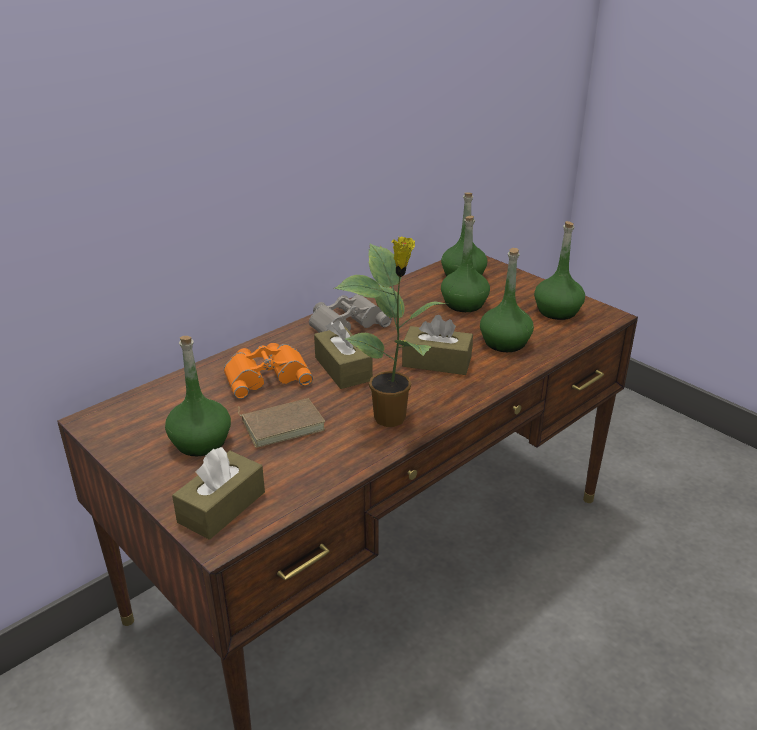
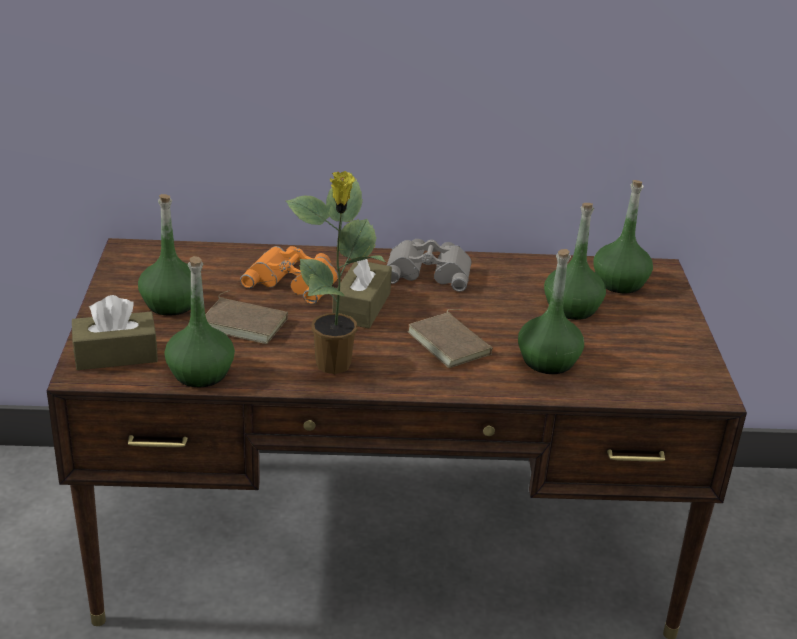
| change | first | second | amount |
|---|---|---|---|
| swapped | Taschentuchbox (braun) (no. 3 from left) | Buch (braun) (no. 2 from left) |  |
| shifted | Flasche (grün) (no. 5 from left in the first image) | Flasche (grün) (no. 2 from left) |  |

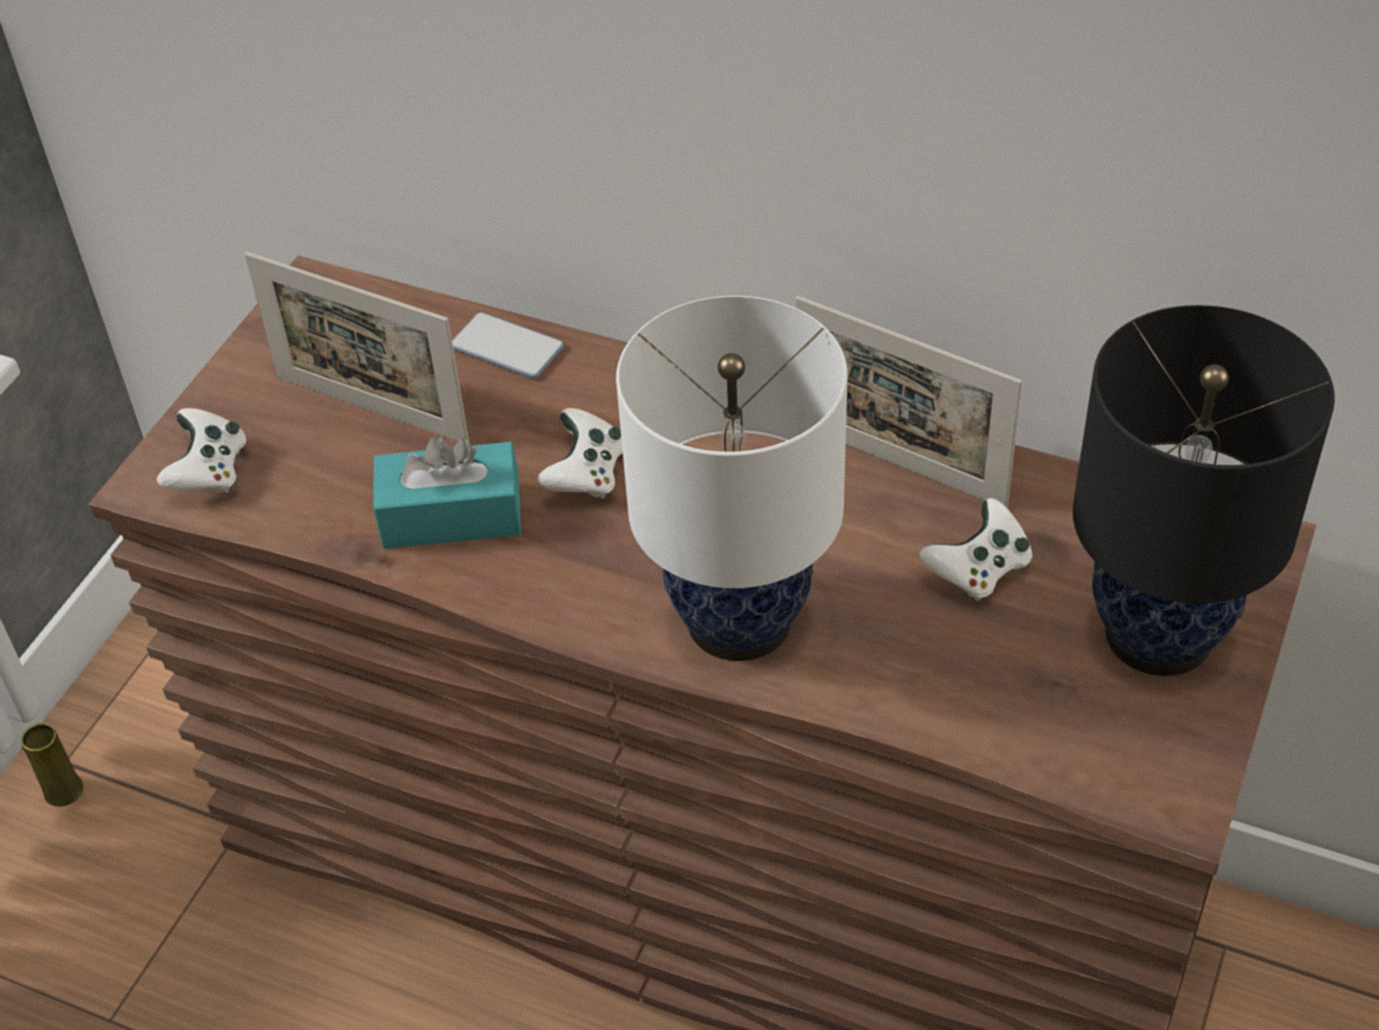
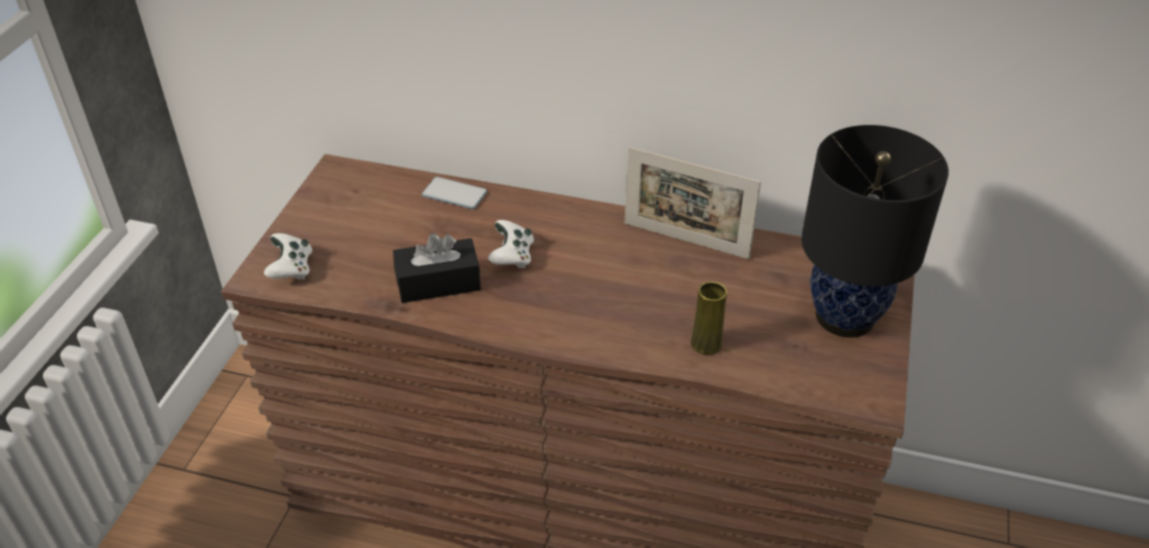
| change | first | second | amount |
|---|---|---|---|
| shifted | Vase (gelb) |  |  |
| gone | Bilderrahmen (no. 1 from left) |  |  |
| repainted | Taschentuchbox (türkis) | Taschentuchbox (schwarz) |  |
| gone | Tischlampe (weiß) |  |  |
| gone | Gamepad (weiß) (no. 3 from left) |  |  |

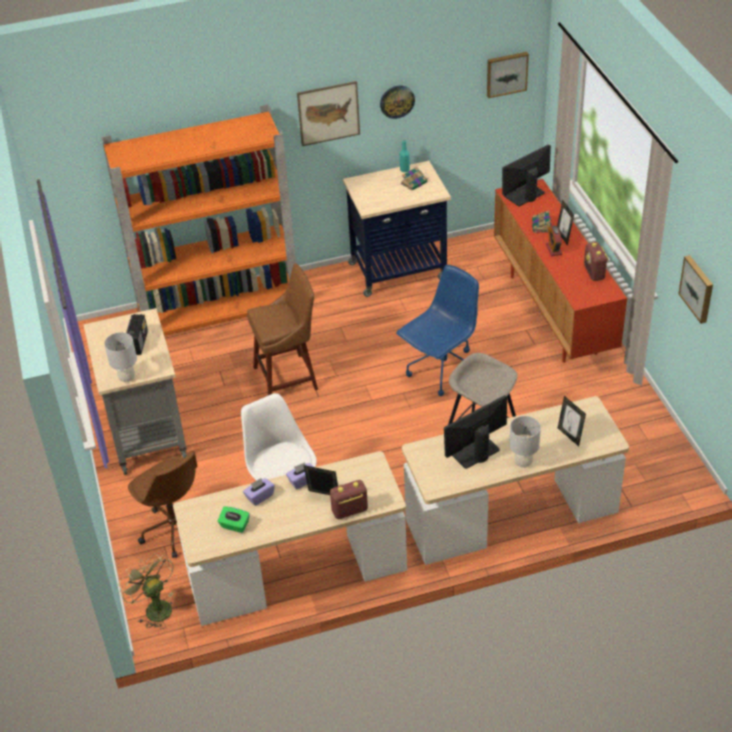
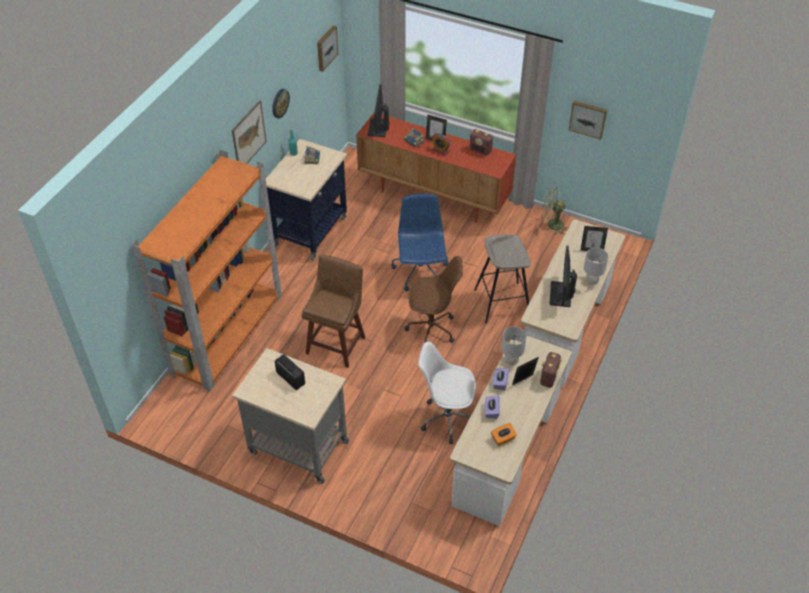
| change | first | second | amount |
|---|---|---|---|
| shifted | Tischlampe (grau) (no. 1 from left) |  |  |
| shifted | Ventilator (grün) |  |  |
| shifted | Bürostuhl (braun) |  |  |
| repainted | Taschentuchbox (grün) | Taschentuchbox (orange) |  |

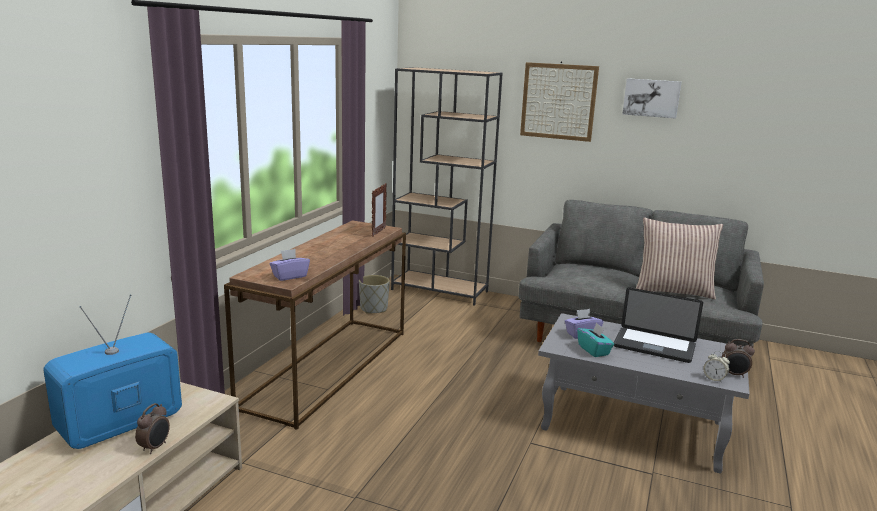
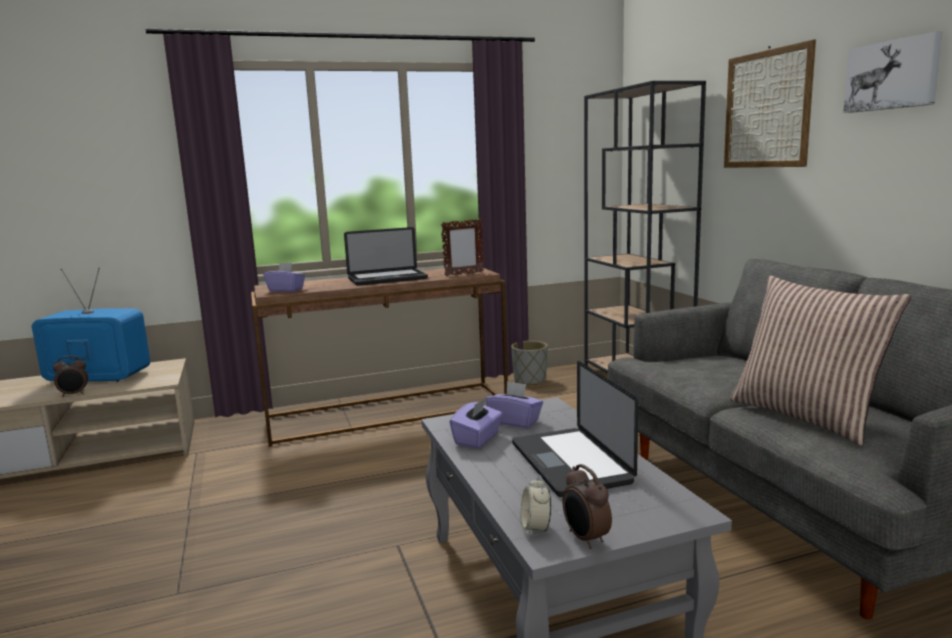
| change | first | second | amount |
|---|---|---|---|
| repainted | Taschentuchbox (türkis) | Taschentuchbox (lila) (no. 2 from left) |  |
| new |  | Laptop (no. 1 from left) |  |

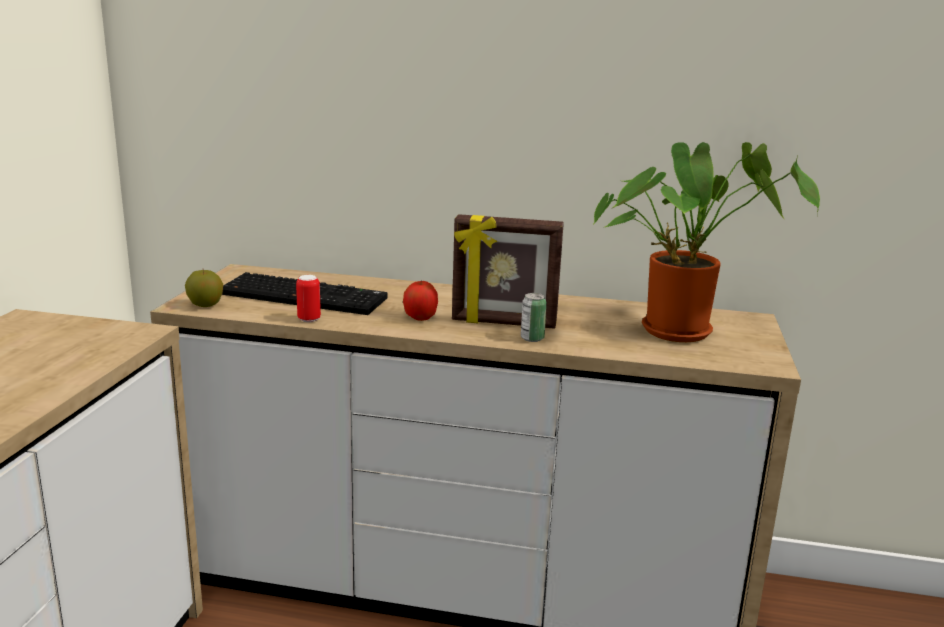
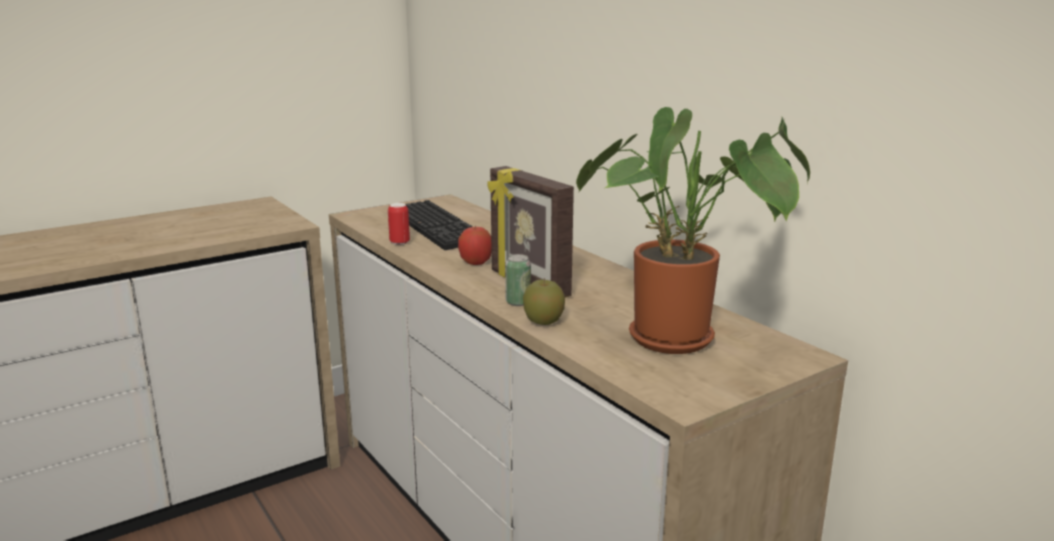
| change | first | second | amount |
|---|---|---|---|
| shifted | Apfel (no. 1 from left in the first image) | Apfel (no. 2 from left) |  |

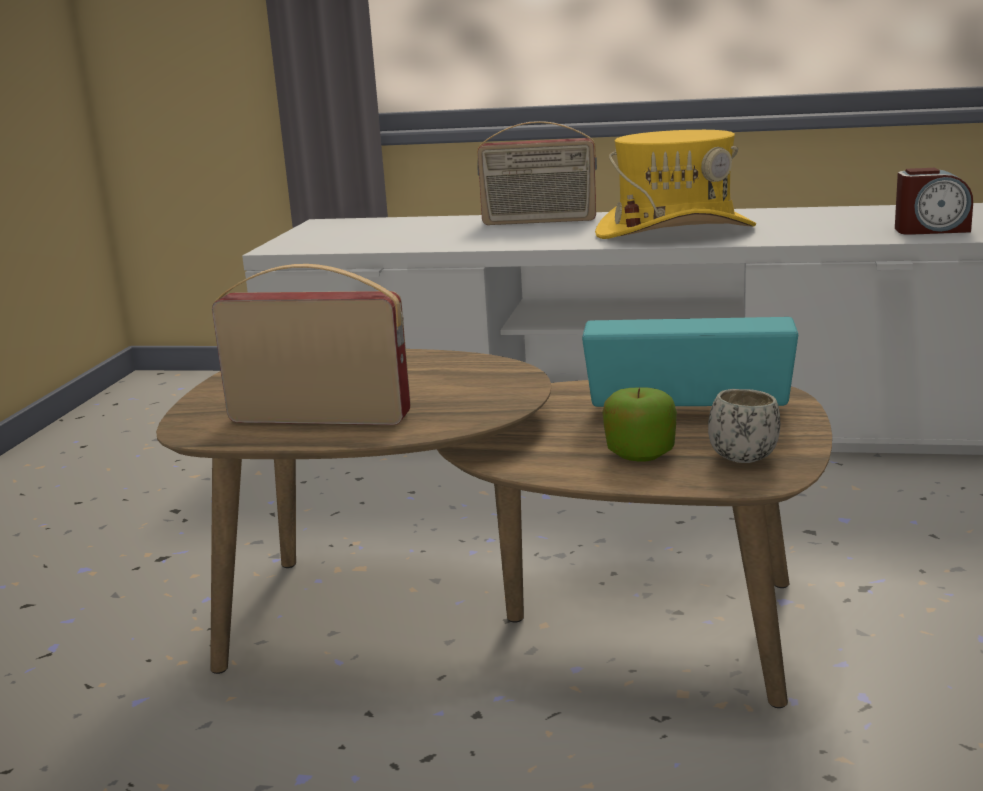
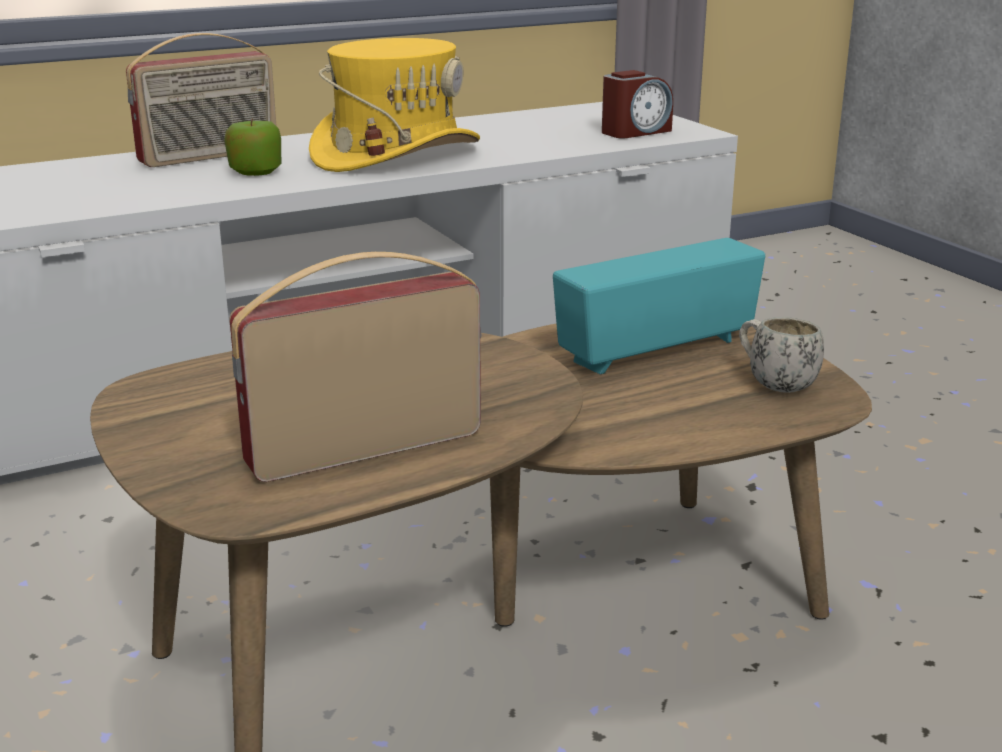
| change | first | second | amount |
|---|---|---|---|
| shifted | Apfel |  |  |

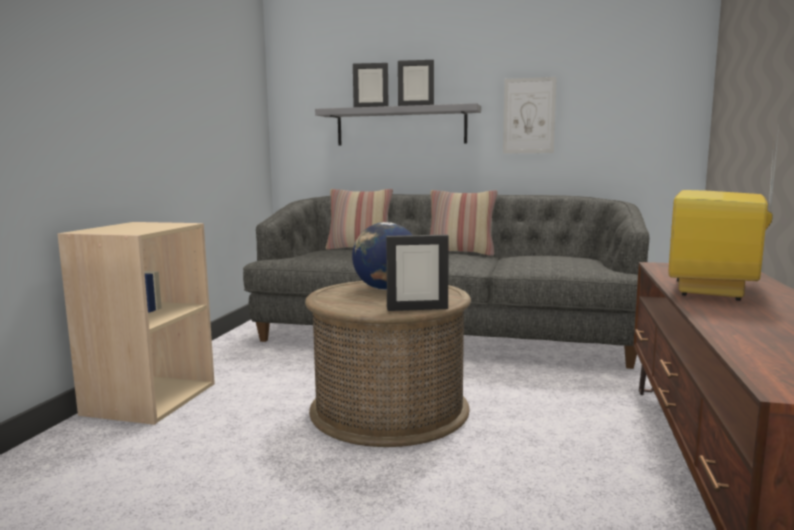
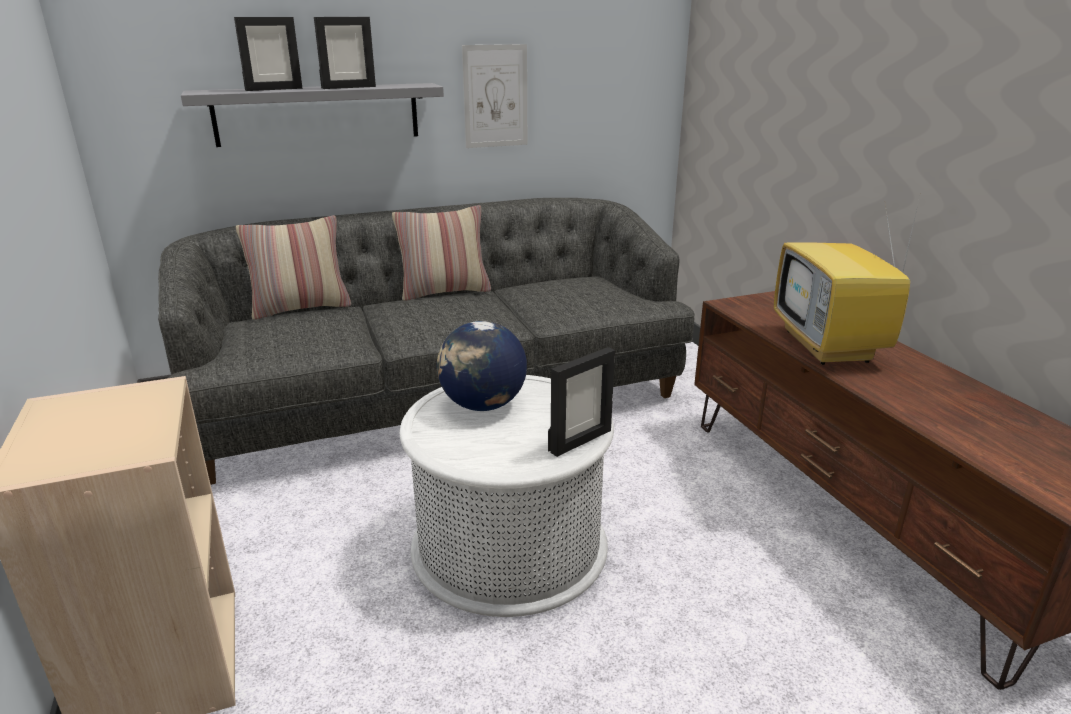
| change | first | second | amount |
|---|---|---|---|
| repainted | Couchtisch (braun) | Couchtisch (weiß) |  |

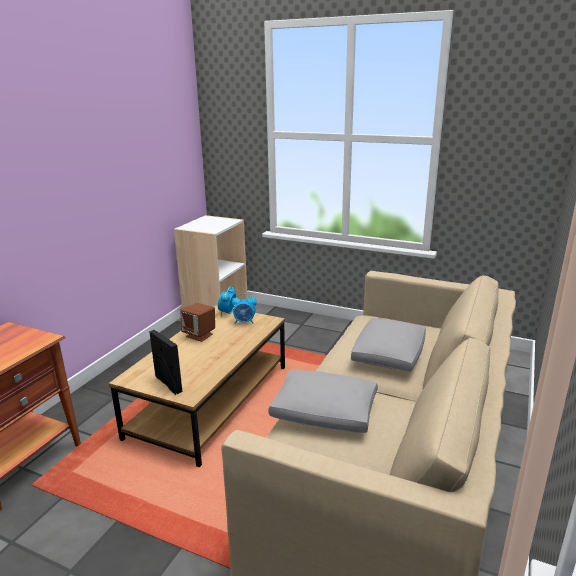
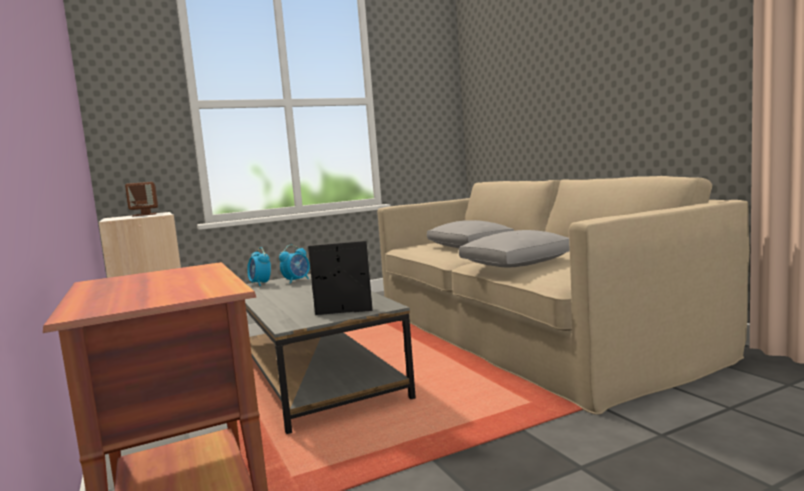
| change | first | second | amount |
|---|---|---|---|
| repainted | Couchtisch (braun) | Couchtisch (grau) |  |
| shifted | Lautsprecher (braun) |  |  |

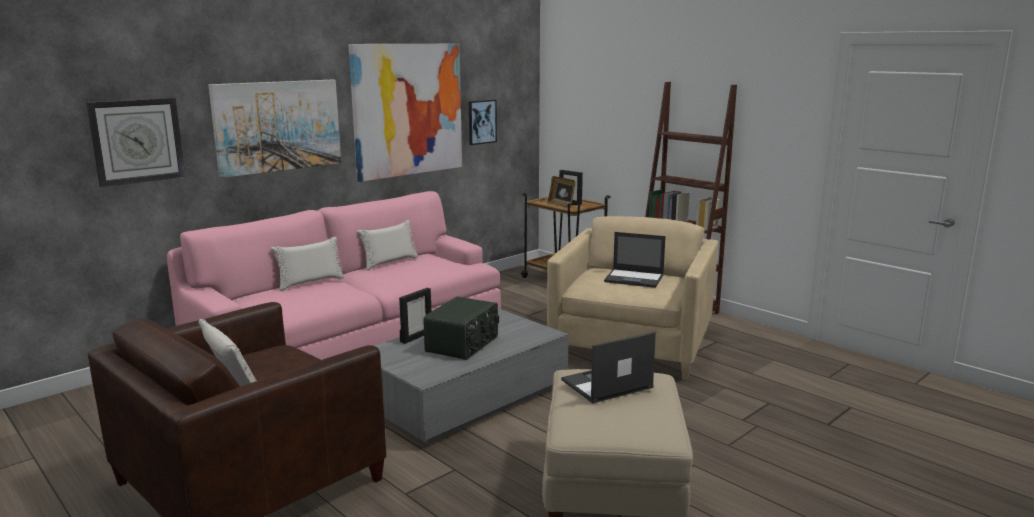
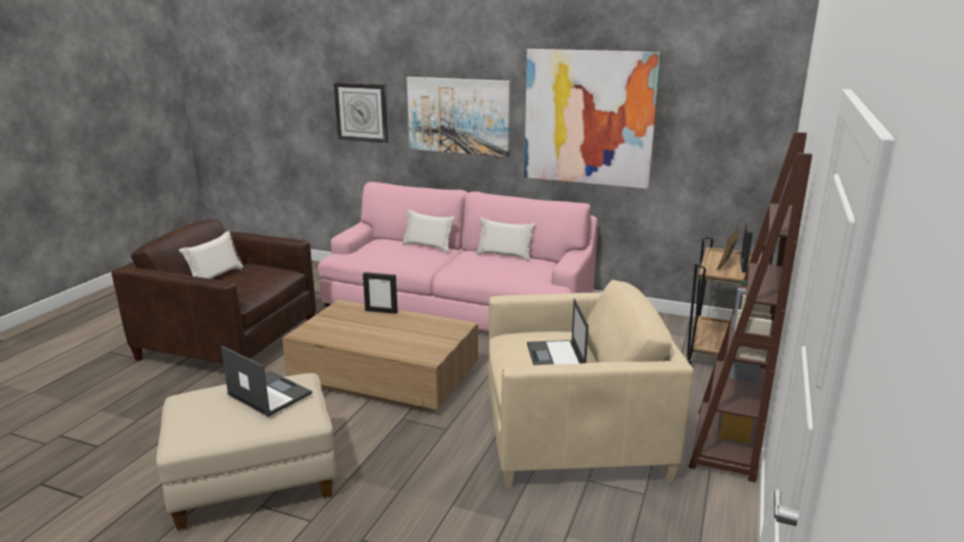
| change | first | second | amount |
|---|---|---|---|
| repainted | Couchtisch (grau) | Couchtisch (braun) |  |
| gone | Radio |  |  |
| gone | Bild (no. 3 from left) |  |  |

